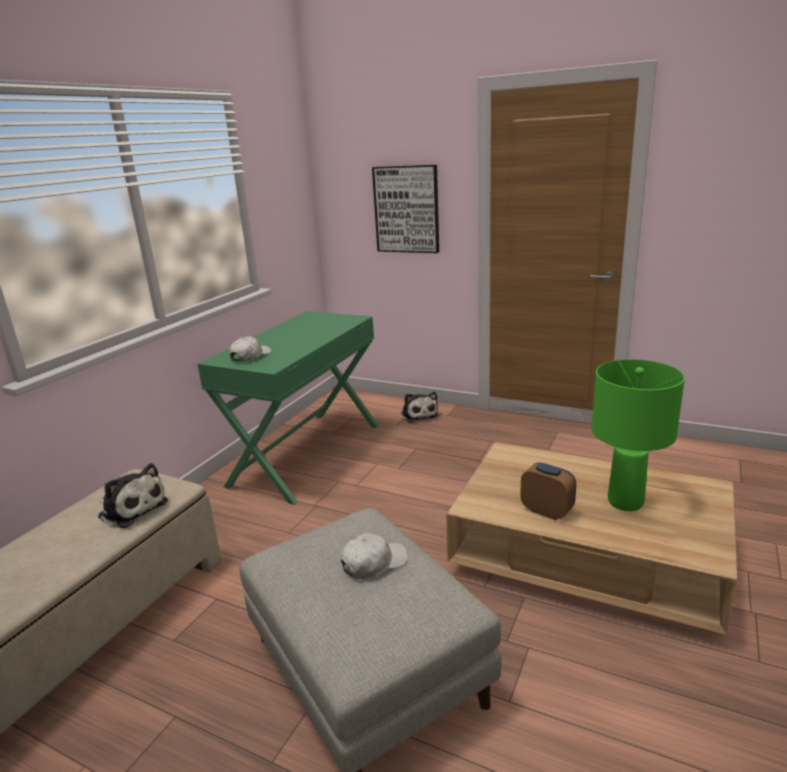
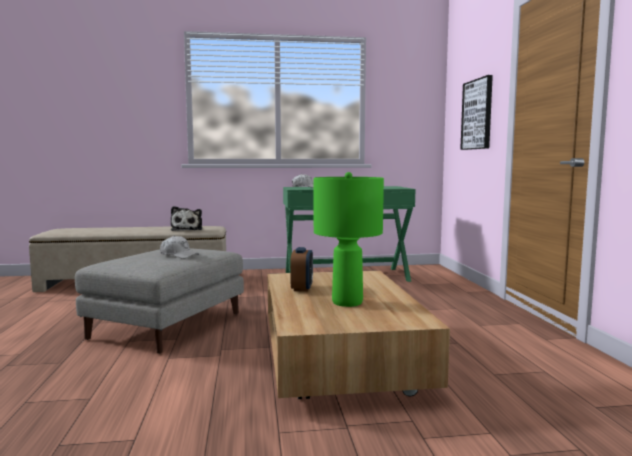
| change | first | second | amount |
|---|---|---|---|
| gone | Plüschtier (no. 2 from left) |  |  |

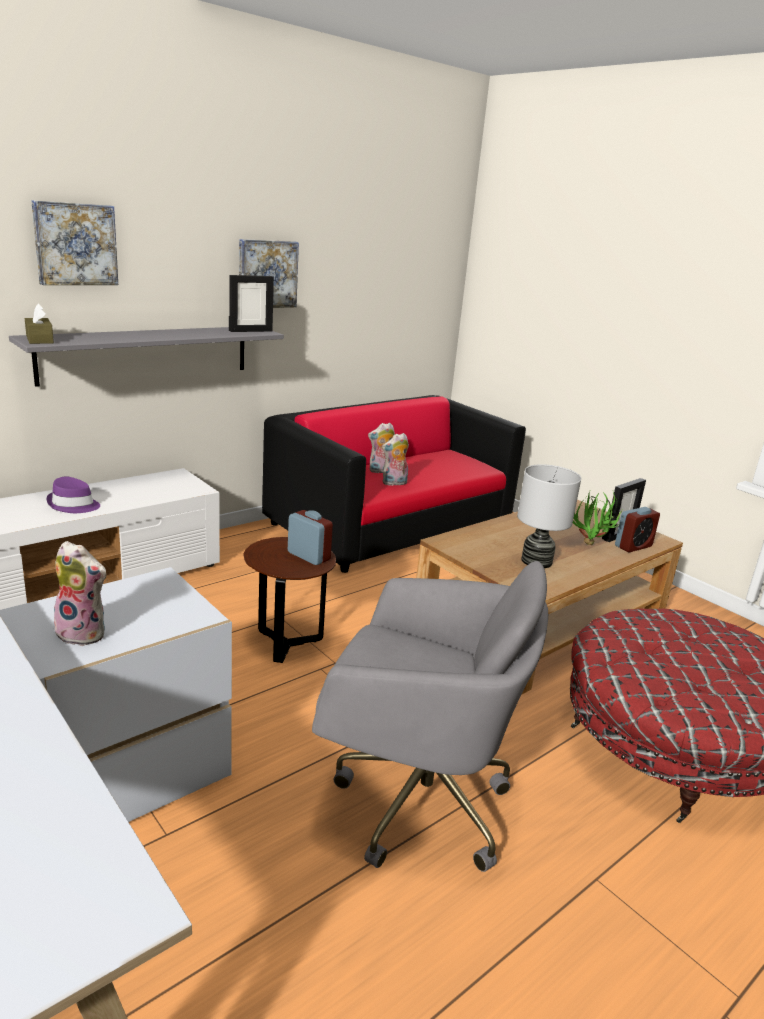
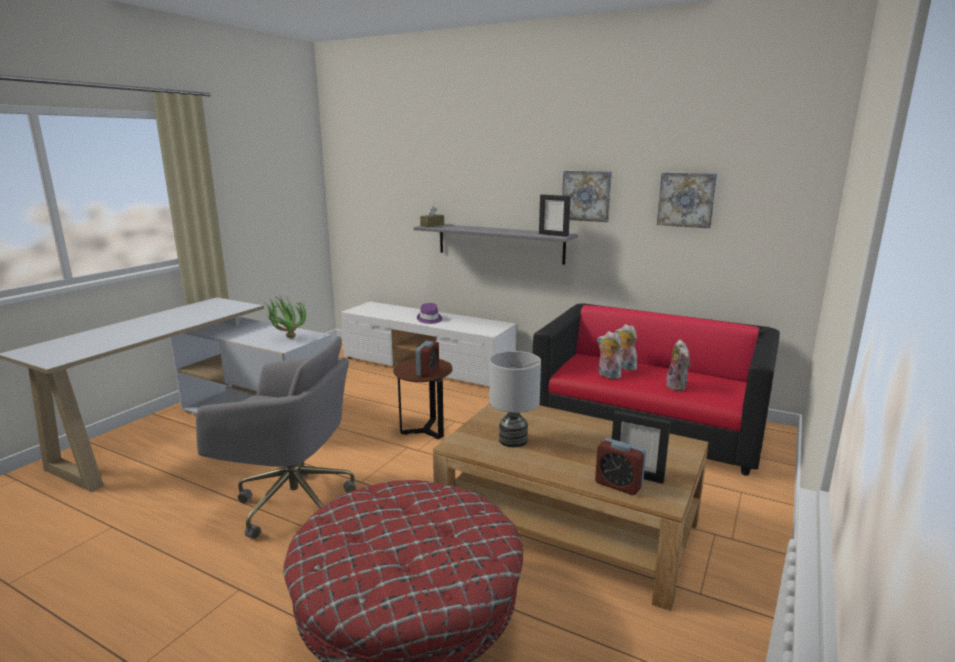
| change | first | second | amount |
|---|---|---|---|
| shifted | Bild (no. 1 from left in the first image) | Bild (no. 2 from left) |  |
| shifted | Plüschtier (no. 1 from left in the first image) | Plüschtier (no. 3 from left) |  |
| rotated | Bürostuhl (grau) |  | 75 degrees counterclockwise |
| shifted | Topfpflanze |  |  |

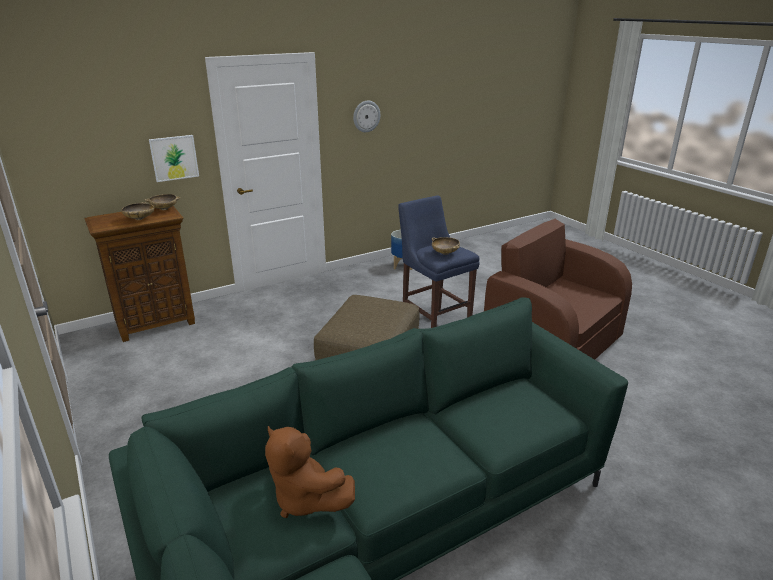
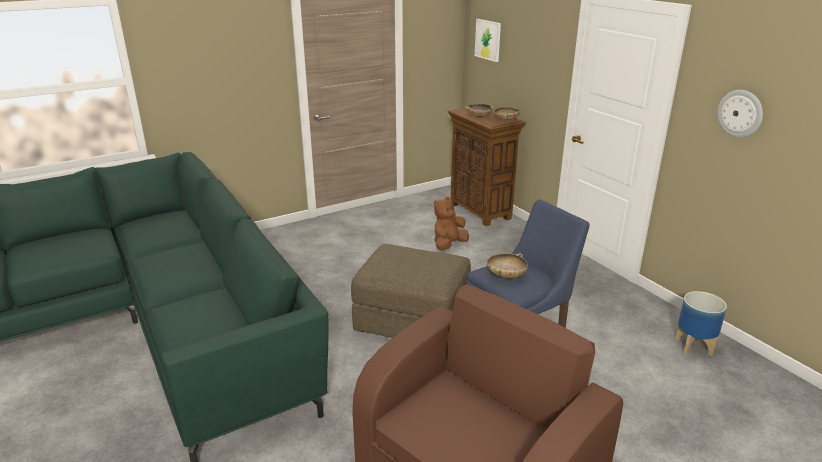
| change | first | second | amount |
|---|---|---|---|
| shifted | Bild |  |  |
| shifted | Plüschtier (braun) |  |  |

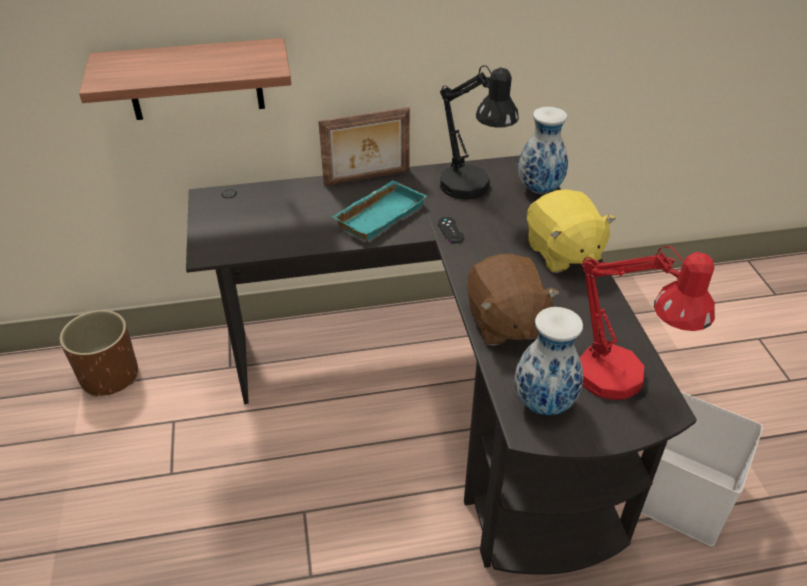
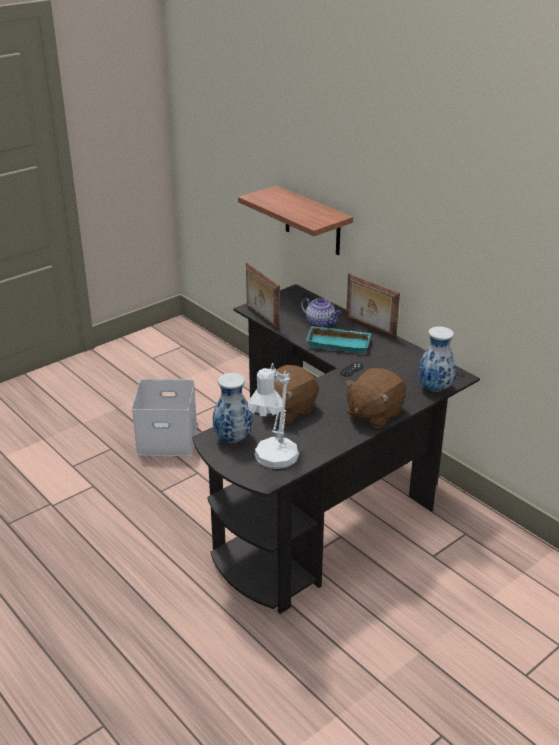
| change | first | second | amount |
|---|---|---|---|
| gone | Pflanzkübel (braun) |  |  |
| gone | Tischlampe (schwarz) |  |  |
| repainted | Plüschtier (gelb) | Plüschtier (braun) (no. 2 from left) |  |
| repainted | Tischlampe (rot) | Tischlampe (weiß) |  |
| shifted | Aufbewahrungsbox (weiß) |  |  |
| new |  | Bilderrahmen (no. 1 from left) |  |
| new |  | Teekanne |  |

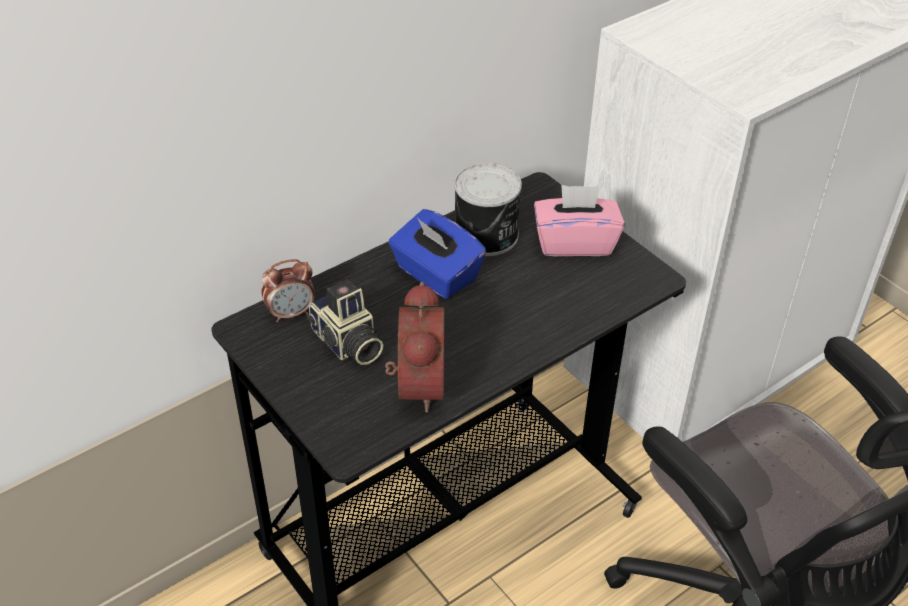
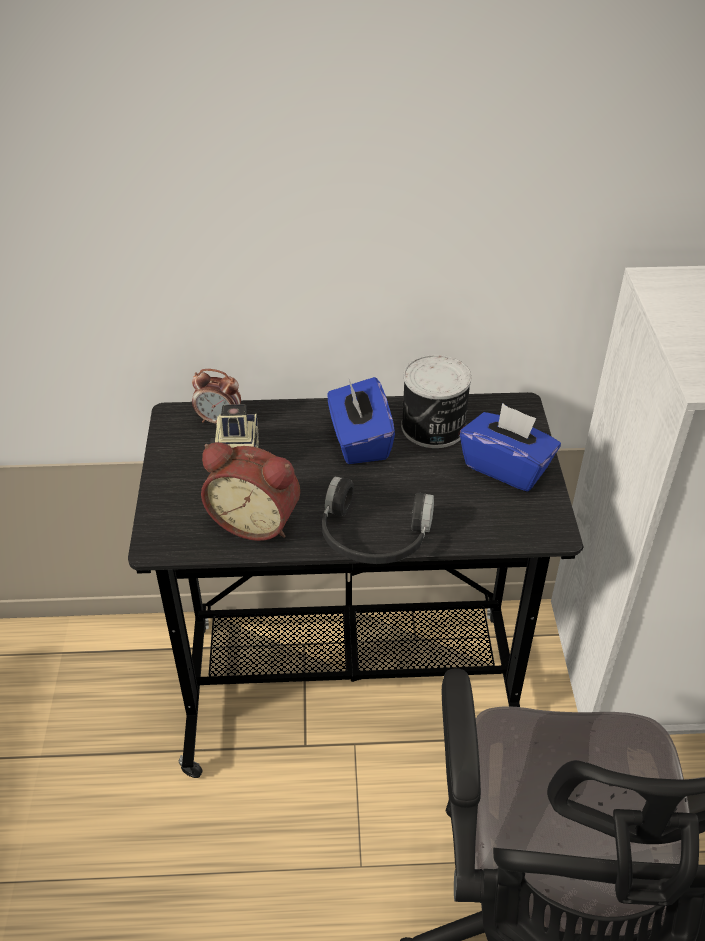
| change | first | second | amount |
|---|---|---|---|
| rotated | Wecker (no. 2 from left) |  | 75 degrees clockwise |
| repainted | Taschentuchbox (rosa) | Taschentuchbox (blau) (no. 2 from left) |  |
| new |  | Kopfhörer (schwarz) |  |

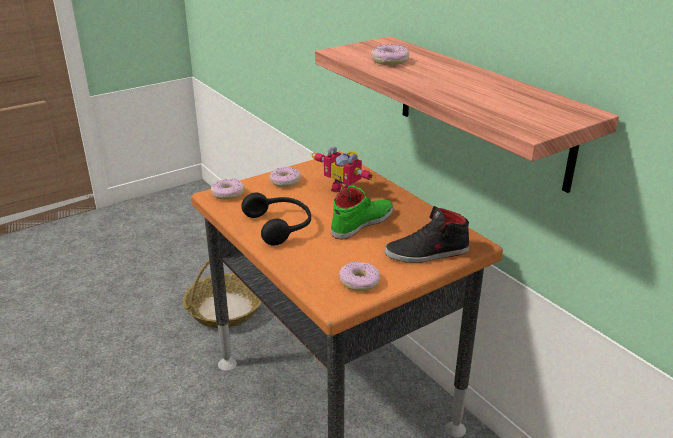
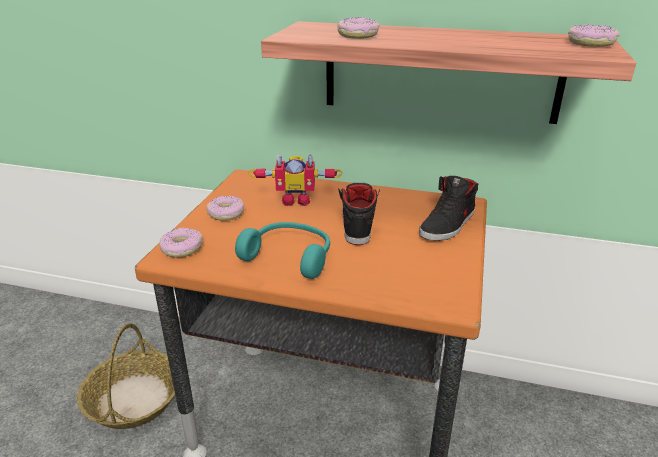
| change | first | second | amount |
|---|---|---|---|
| repainted | Kopfhörer (schwarz) | Kopfhörer (türkis) |  |
| repainted | Schuh (grün) | Schuh (schwarz) (no. 1 from left) |  |
| shifted | Donut (no. 3 from left in the first image) | Donut (no. 4 from left) |  |

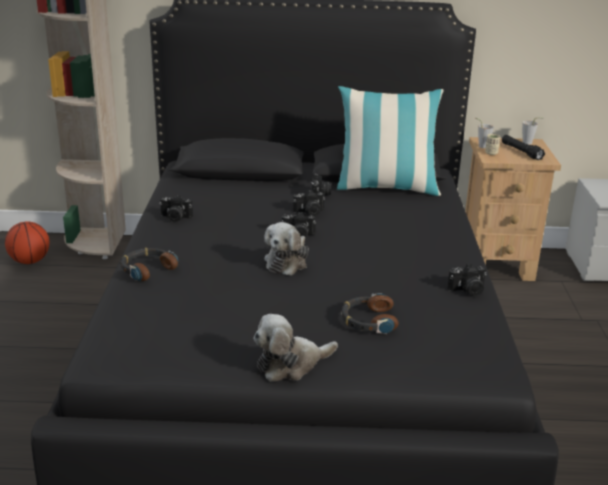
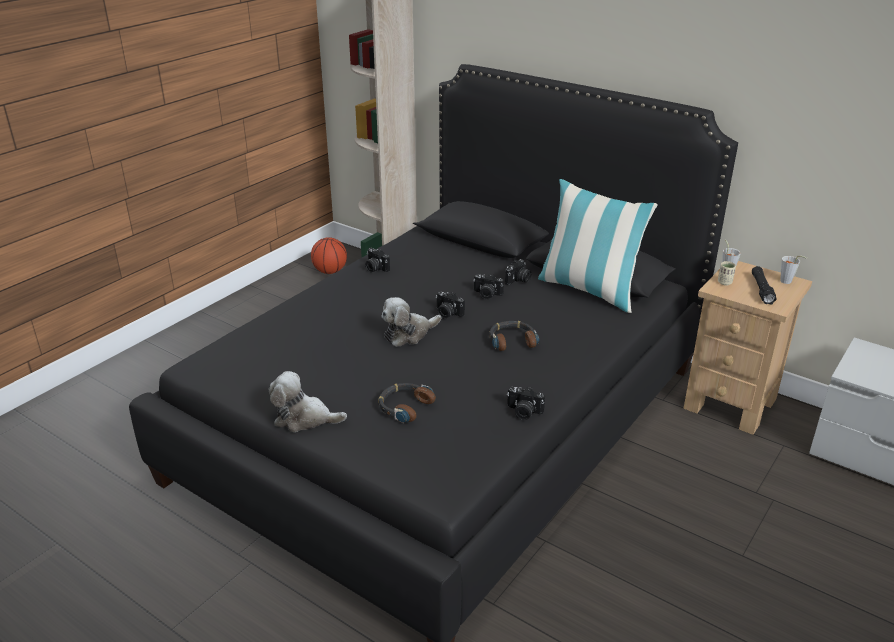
| change | first | second | amount |
|---|---|---|---|
| shifted | Kopfhörer (no. 1 from left in the first image) | Kopfhörer (no. 2 from left) |  |

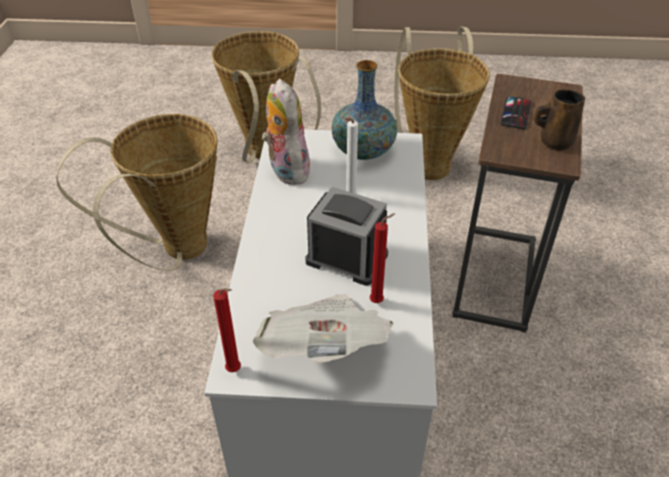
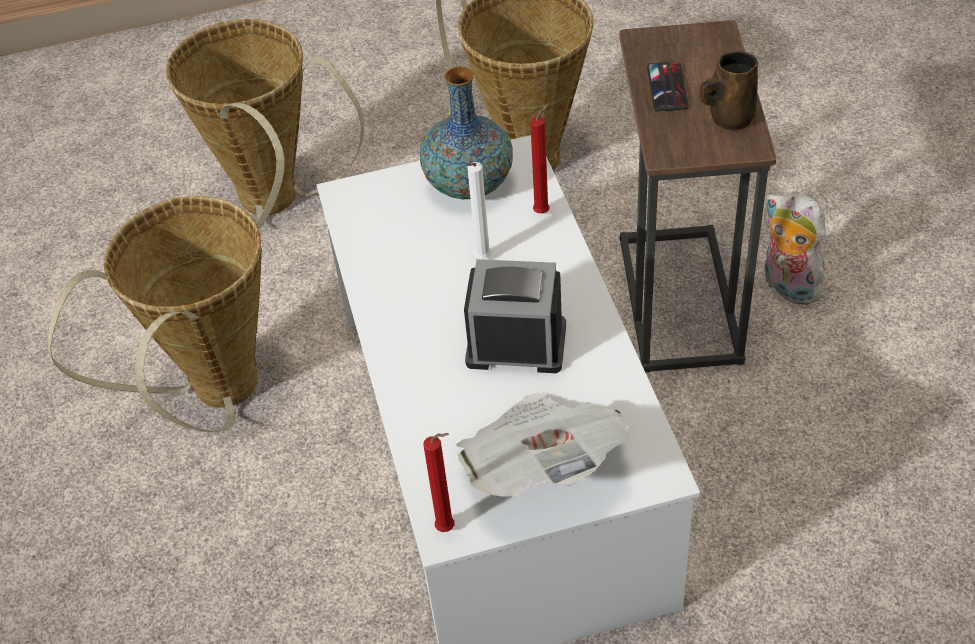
| change | first | second | amount |
|---|---|---|---|
| shifted | Plüschtier |  |  |
| shifted | Kerze (rot) (no. 2 from left) |  |  |

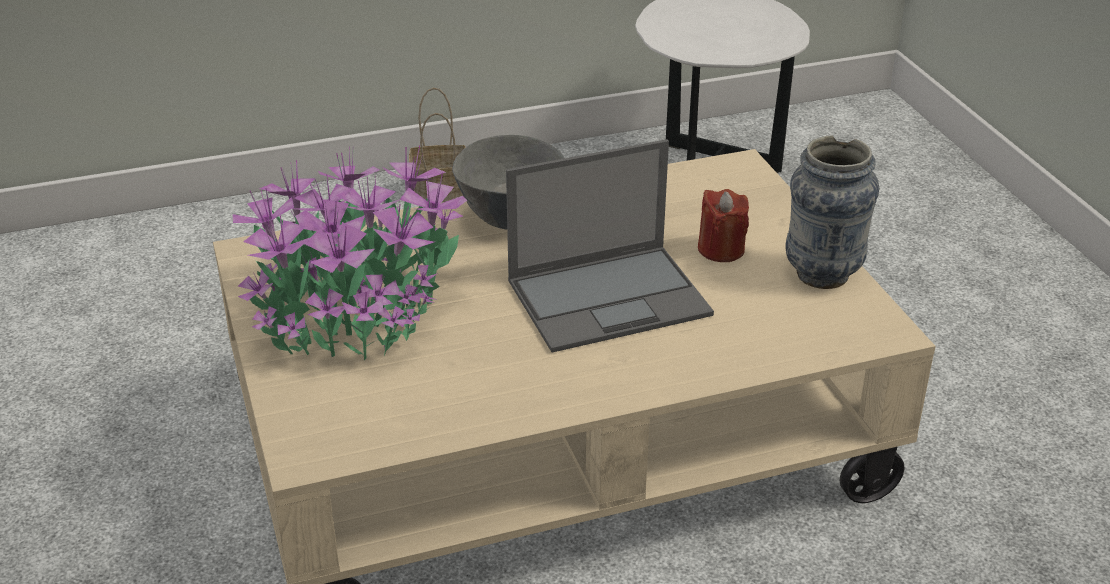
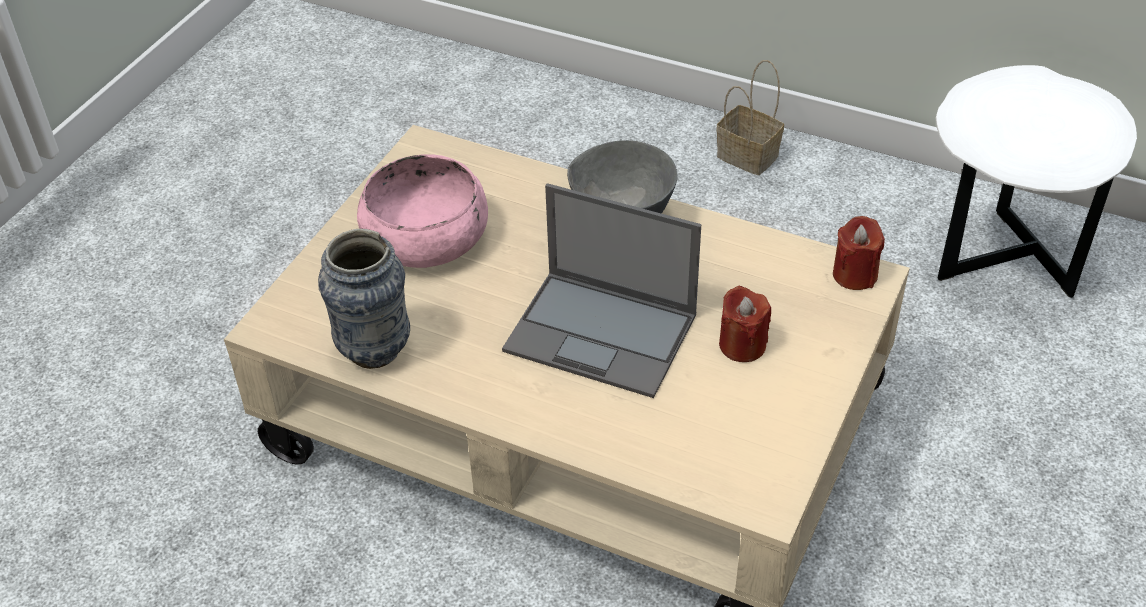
| change | first | second | amount |
|---|---|---|---|
| swapped | Topfpflanze | Schüssel (rosa) |  |
| shifted | Vase |  |  |
| new |  | Kerze (rot) (no. 2 from left) |  |

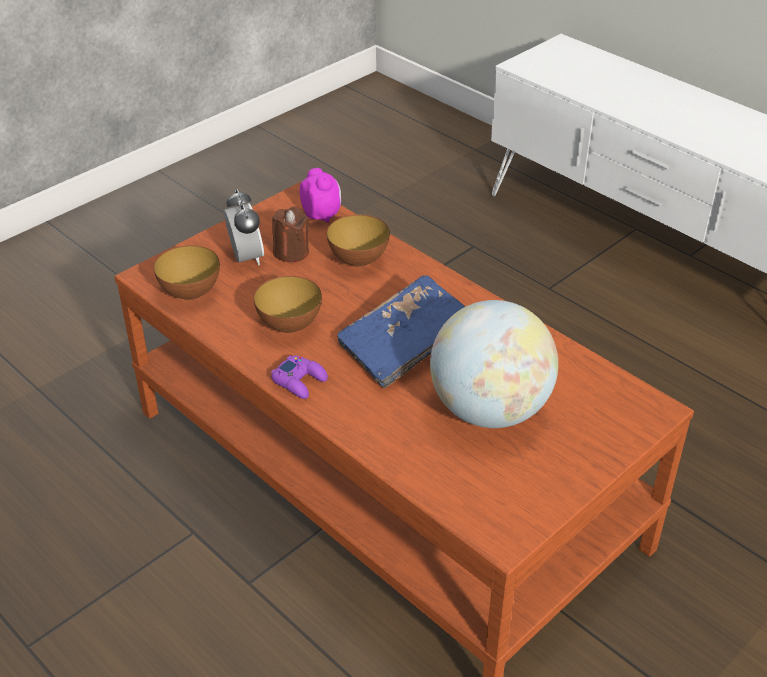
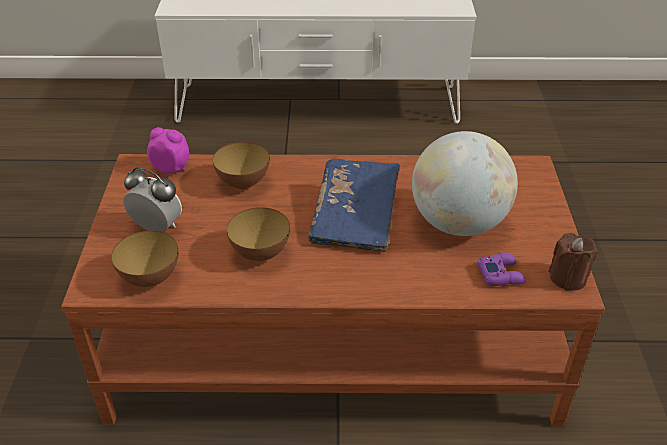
| change | first | second | amount |
|---|---|---|---|
| shifted | Gamepad (lila) |  |  |
| shifted | Kerze (braun) |  |  |

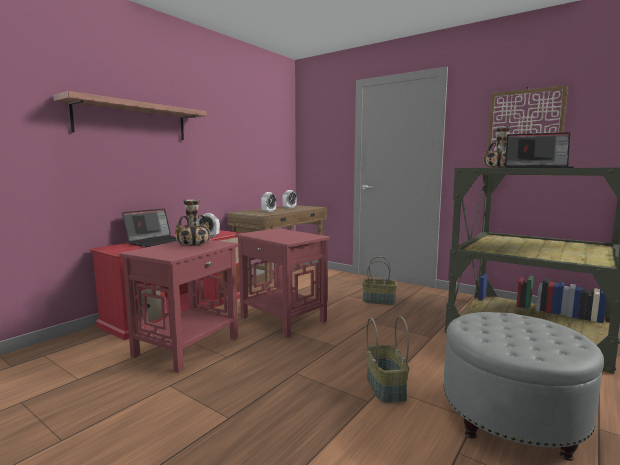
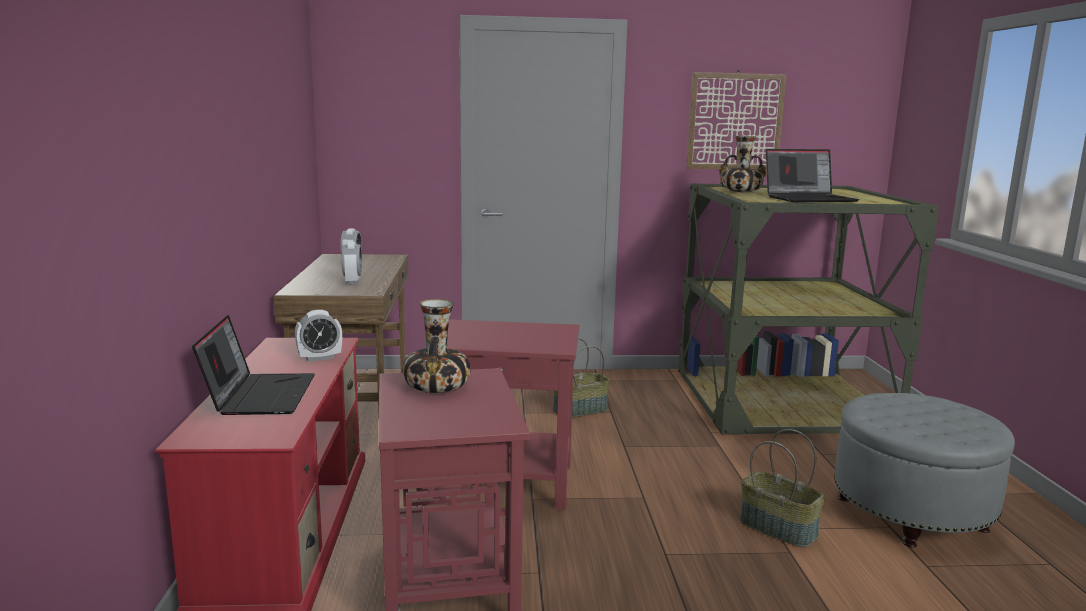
| change | first | second | amount |
|---|---|---|---|
| gone | Wandregal |  |  |

